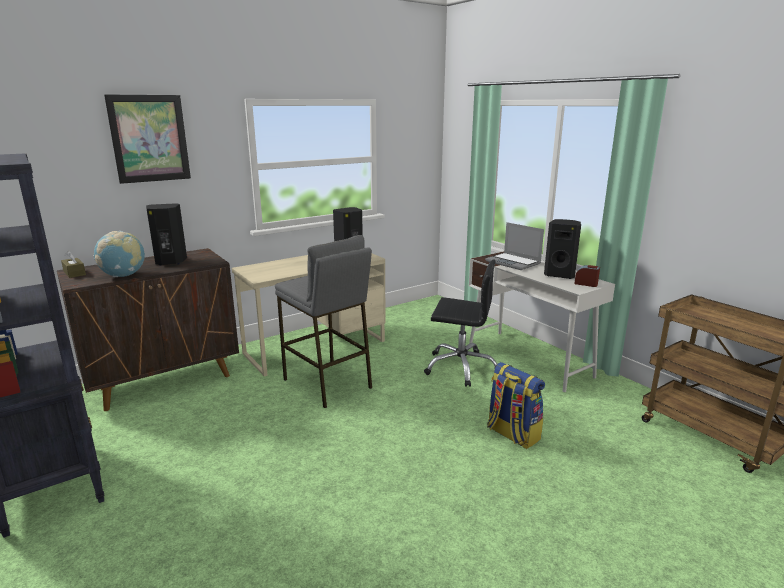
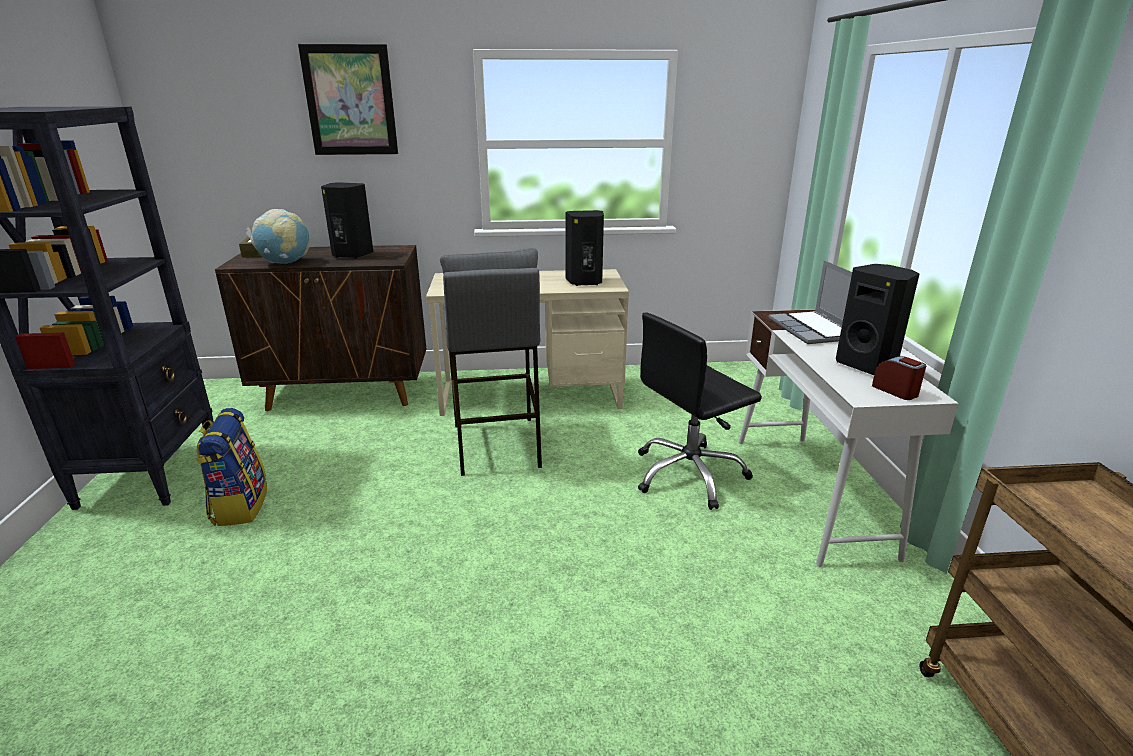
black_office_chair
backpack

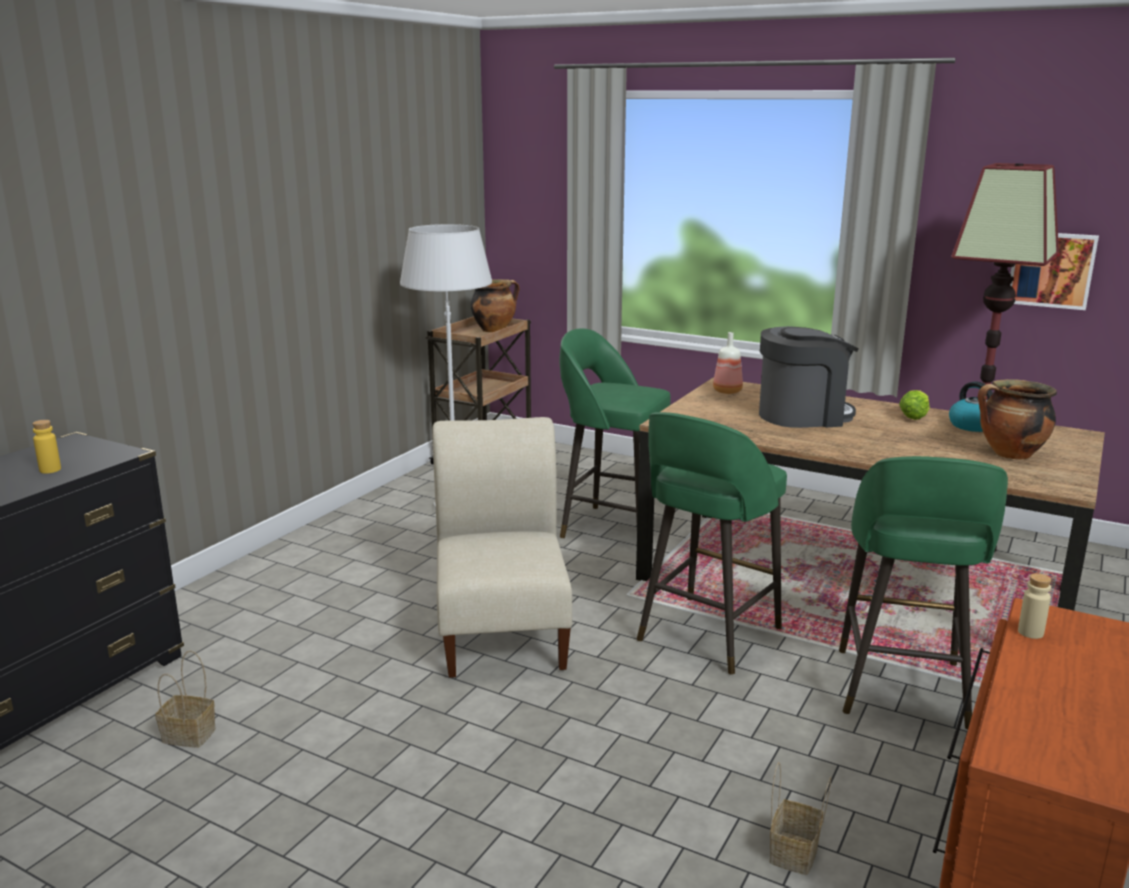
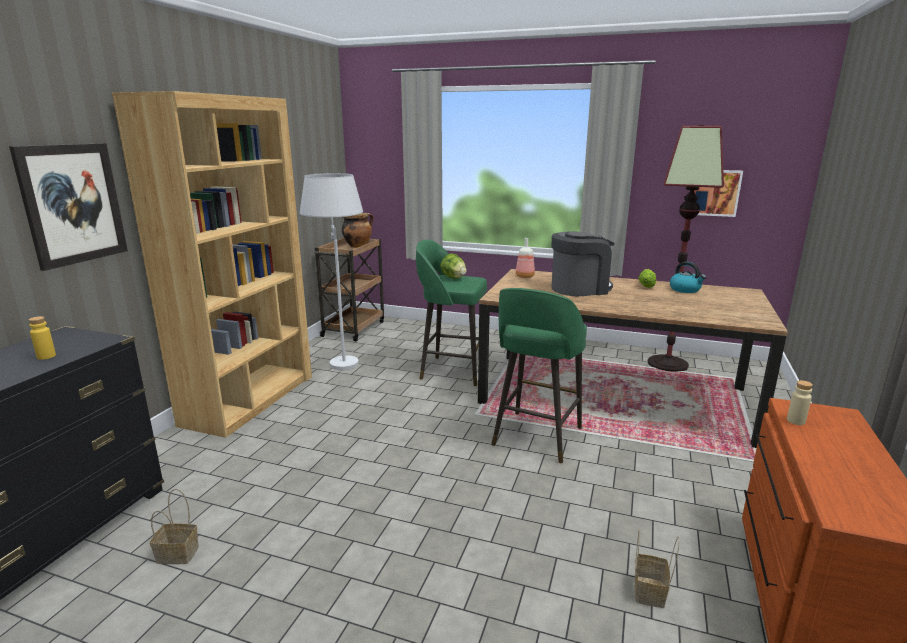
beige_chair
green_stool (no. 3 from left in the first image)
cooking_pot (no. 2 from left in the first image)
picture (no. 1 from left)
brown_bookcase
lettuce (no. 1 from left)

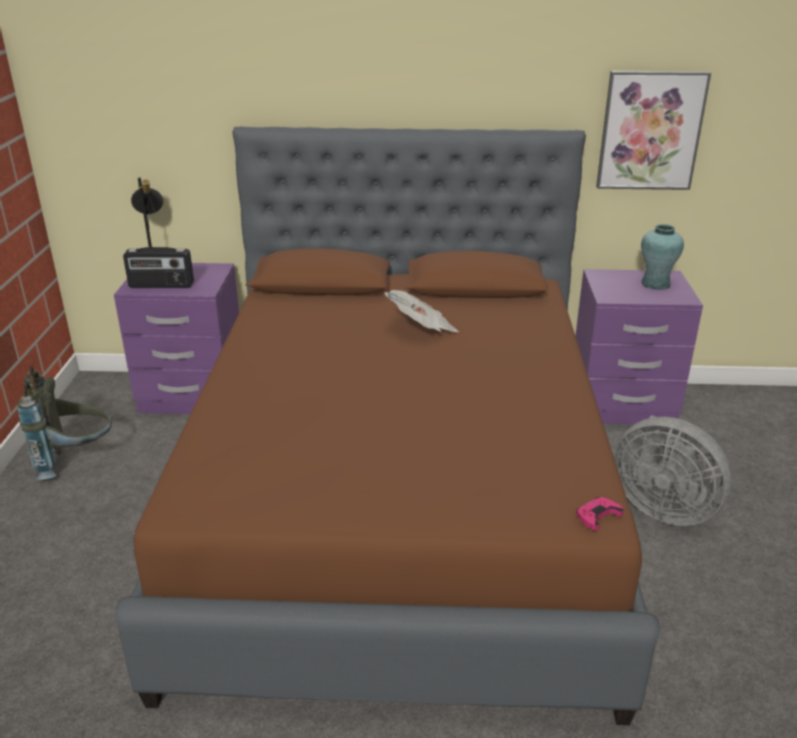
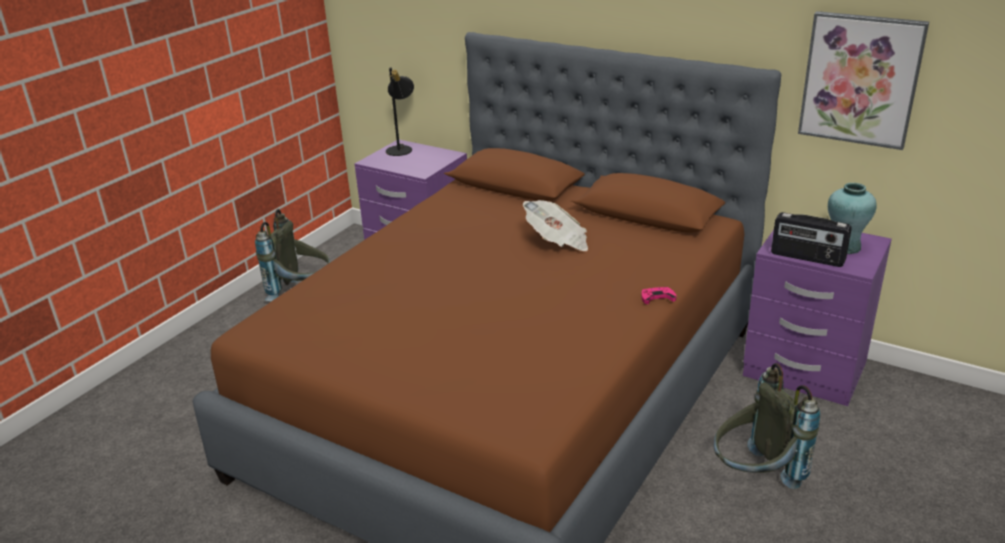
radio
pink_game_controller
grey_backpack (no. 2 from left)

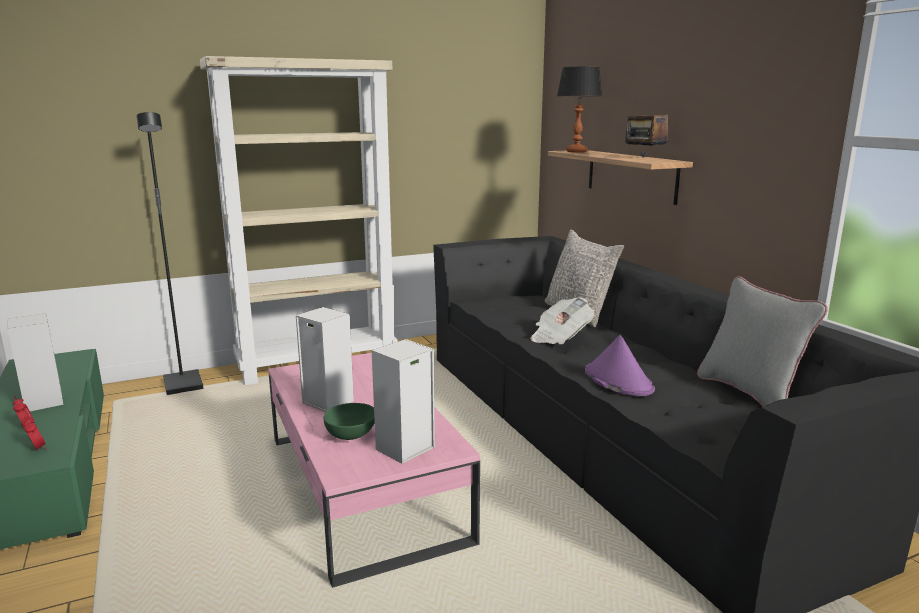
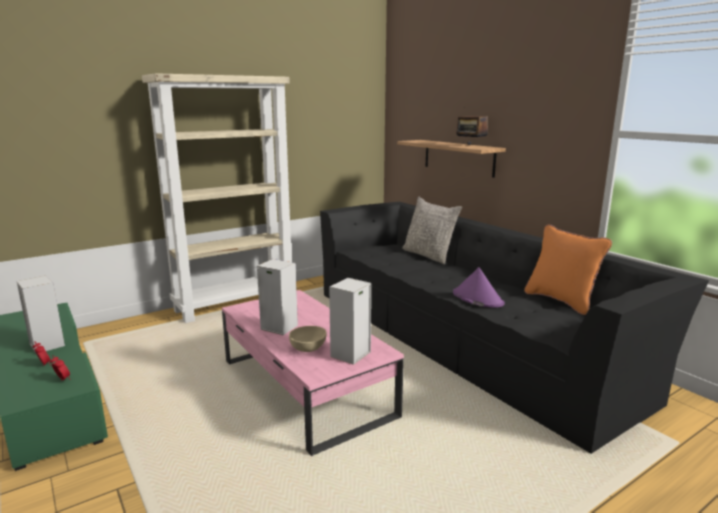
black_floor_lamp
beige_bowl
newspaper
table_lamp
orange_pillow

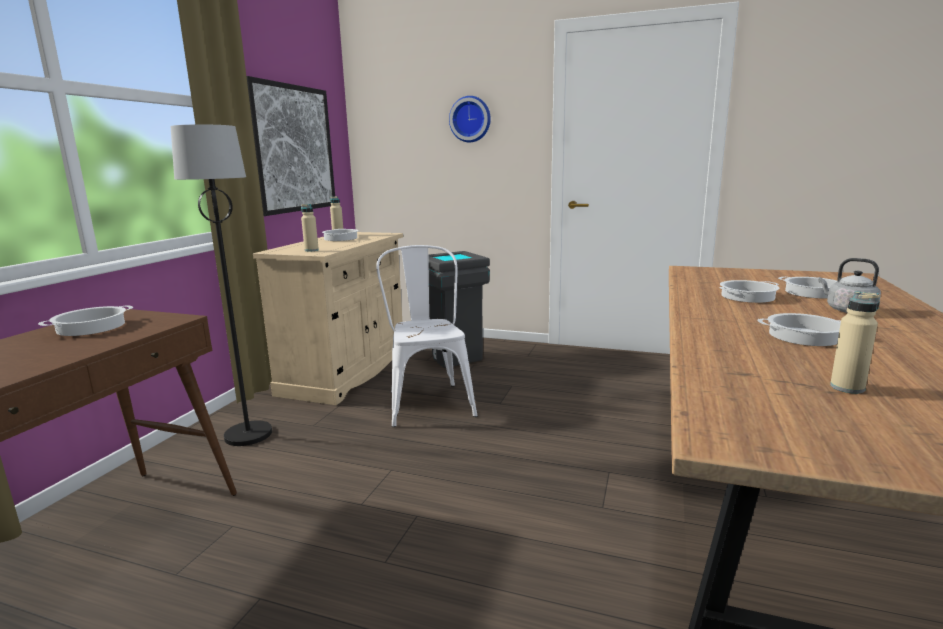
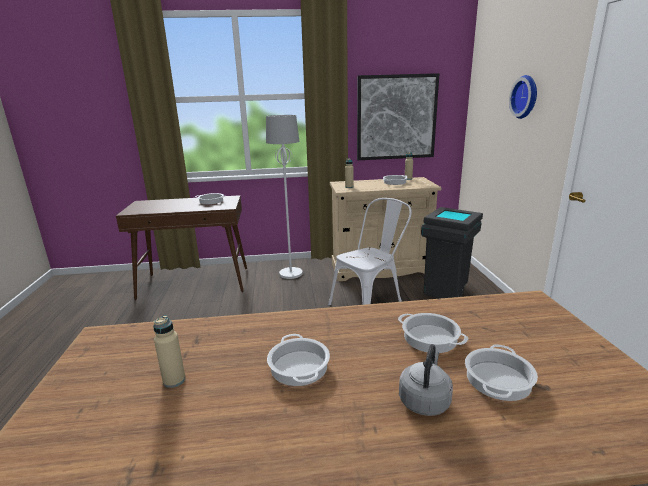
white_floor_lamp

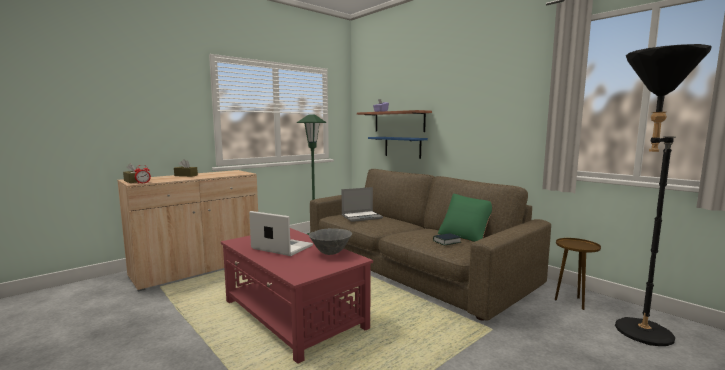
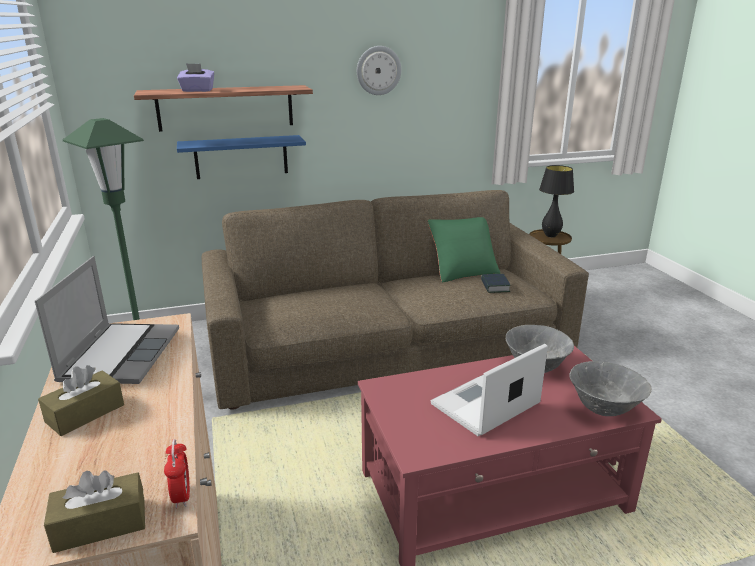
laptop (no. 1 from left)
black_floor_lamp
wall_clock
black_table_lamp
grey_bowl (no. 2 from left)

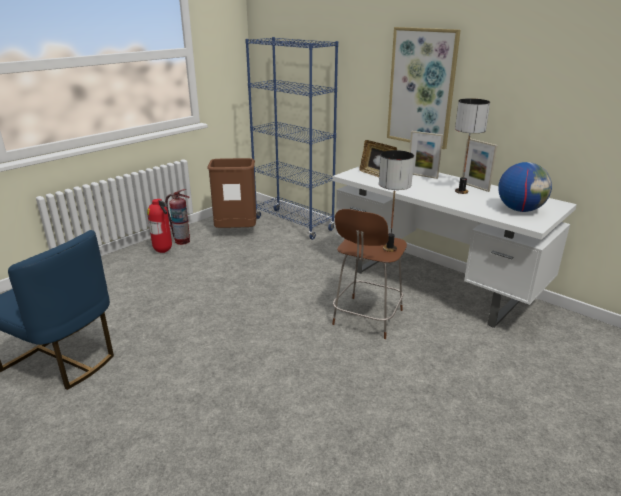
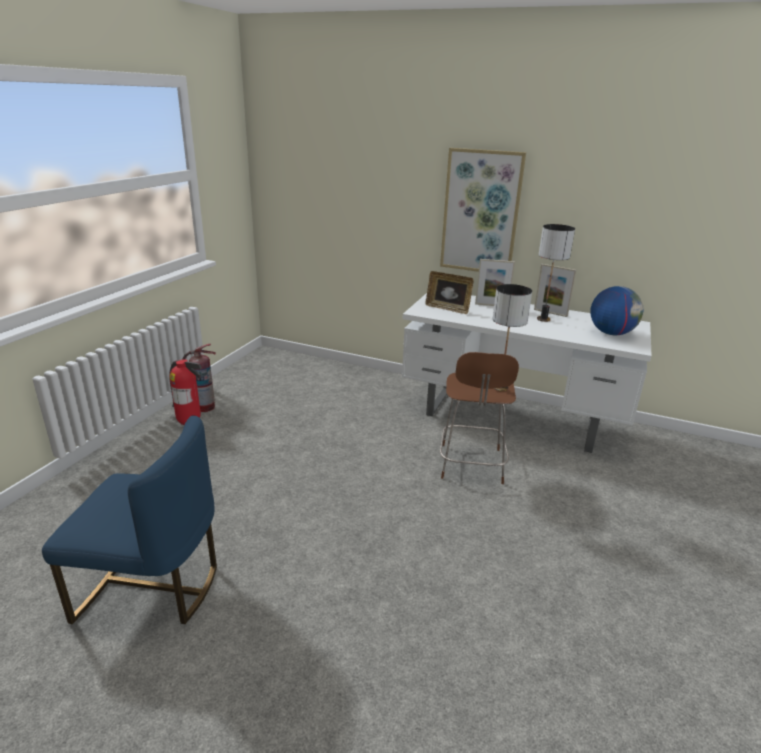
brown_trash_can
blue_bookcase

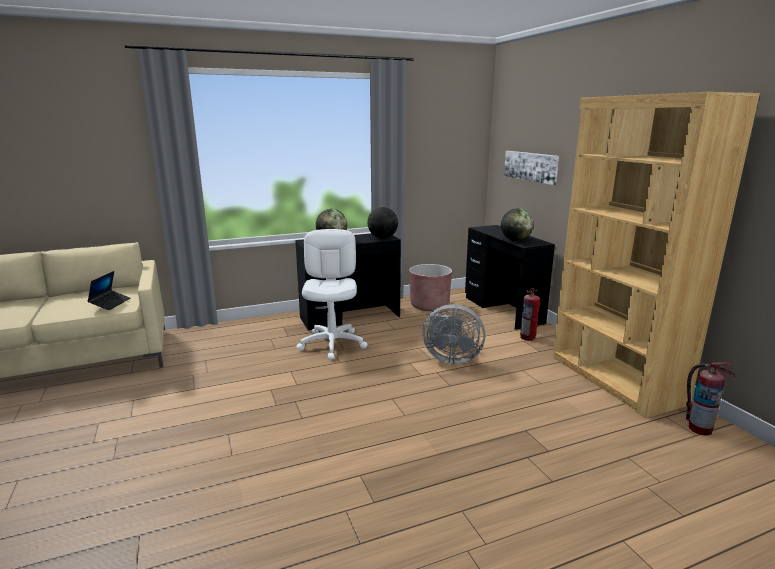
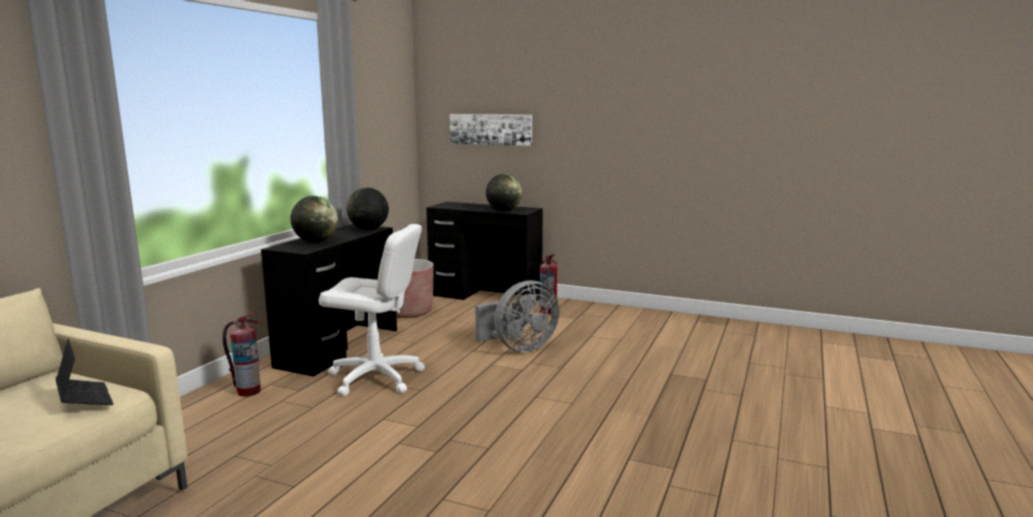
white_office_chair
brown_bookcase
fire_extinguisher (no. 1 from left)

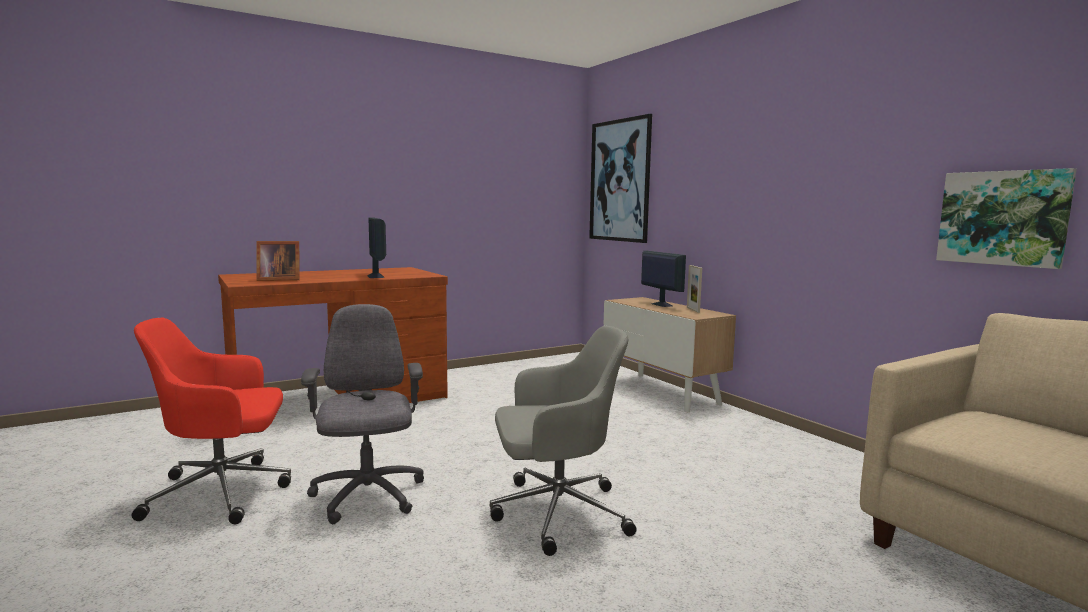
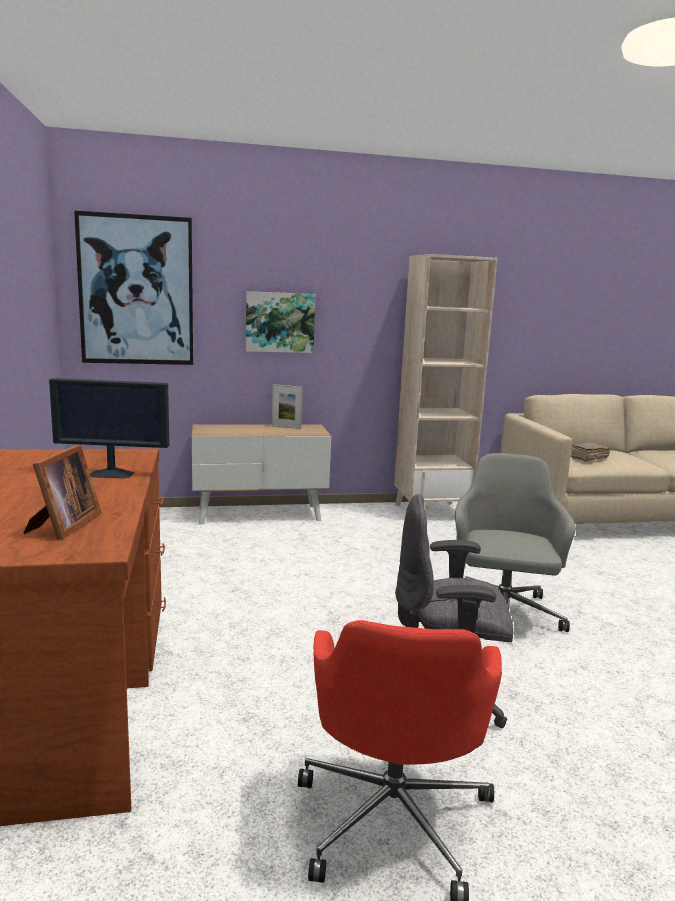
monitor (no. 2 from left in the first image)
picture (no. 2 from left)
beige_bookcase
brown_book

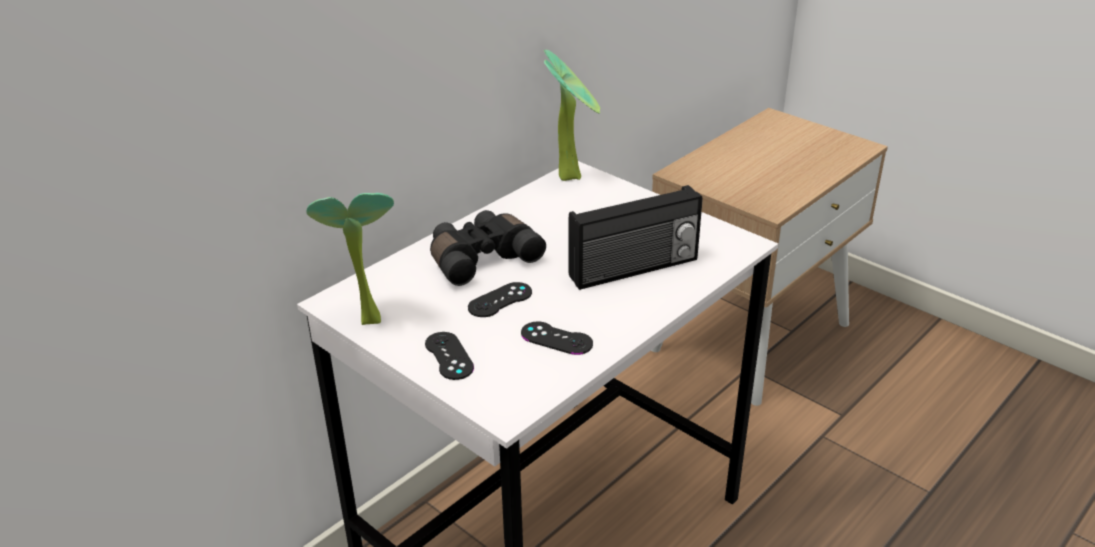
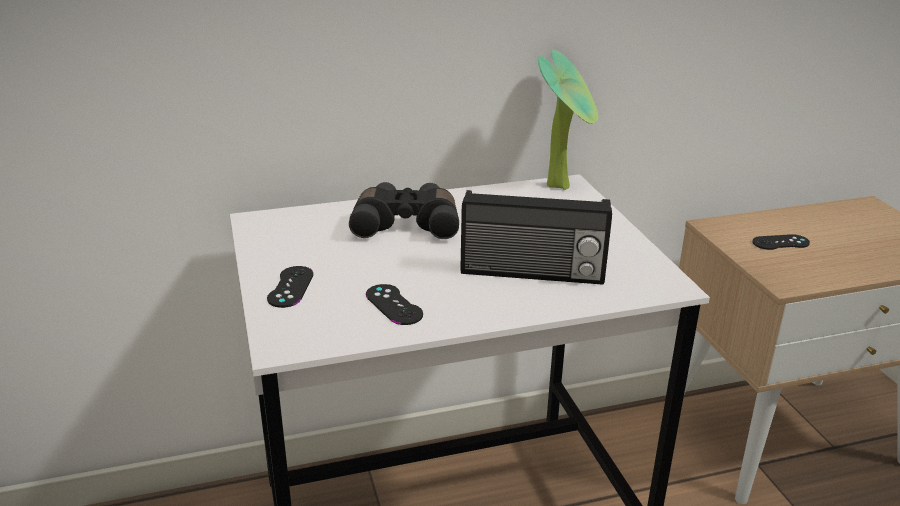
potted_plant (no. 1 from left in the first image)
black_game_controller (no. 3 from left)

